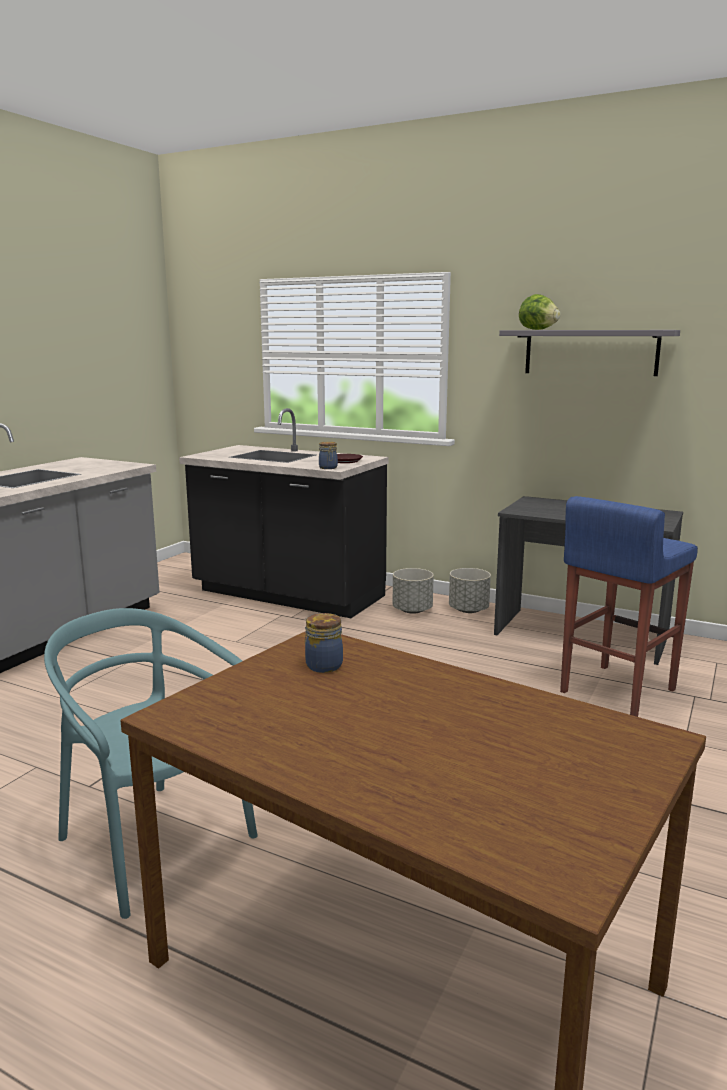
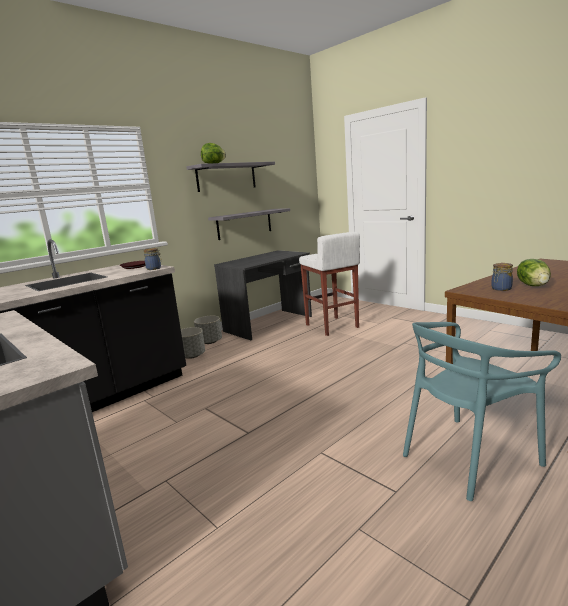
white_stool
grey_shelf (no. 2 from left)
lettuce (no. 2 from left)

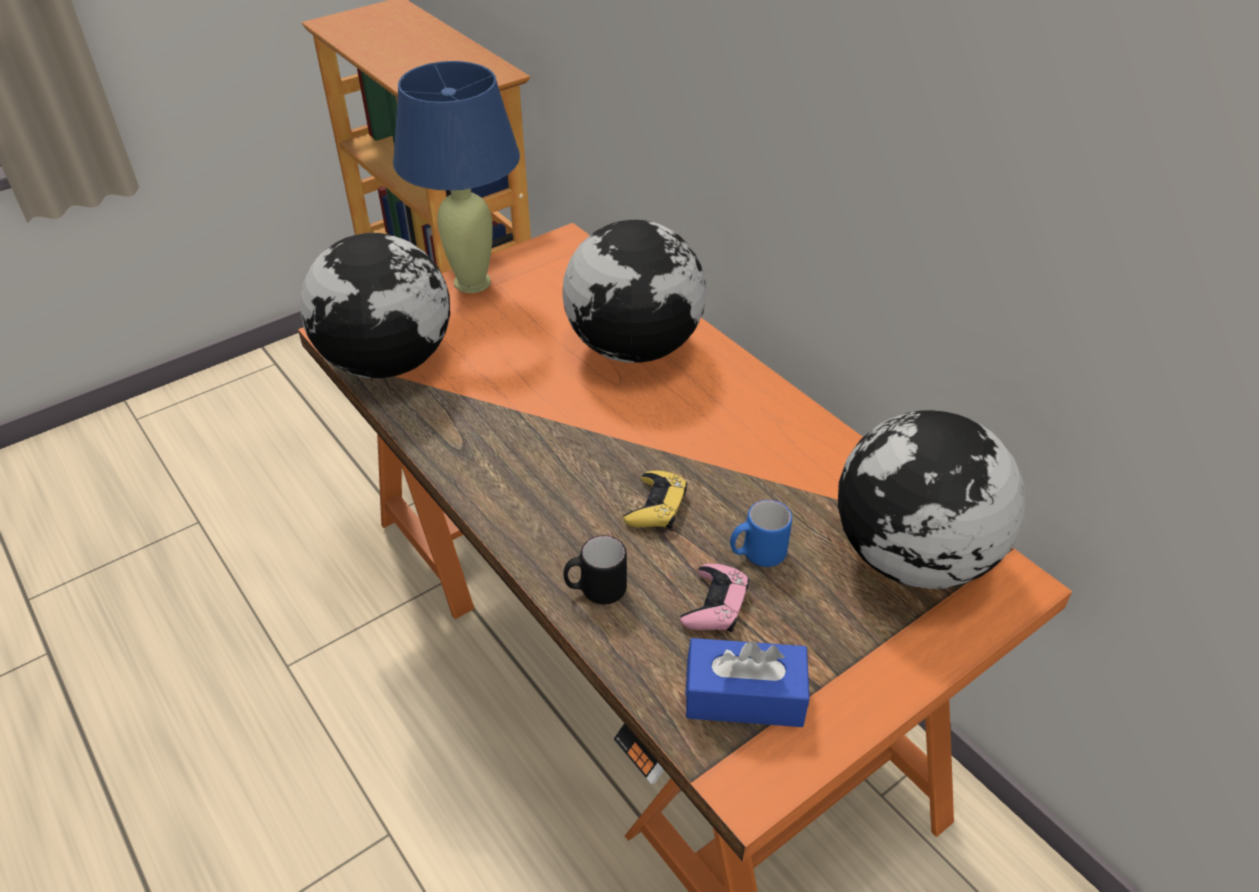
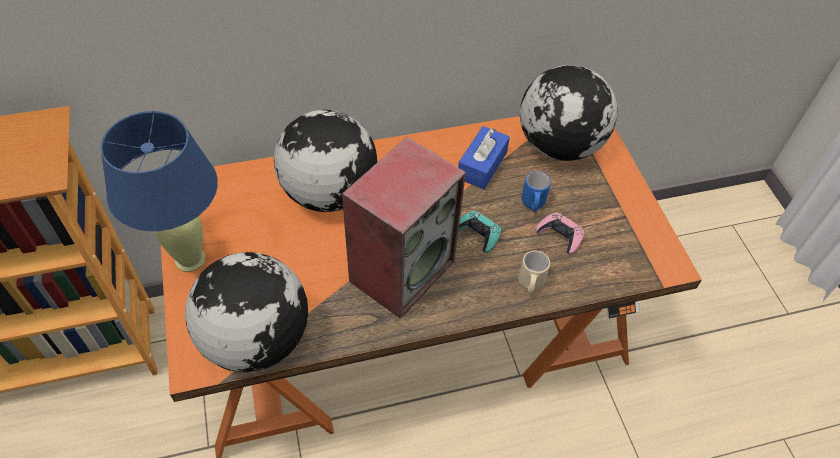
beige_mug
turquoise_game_controller
blue_tissue_box
speaker

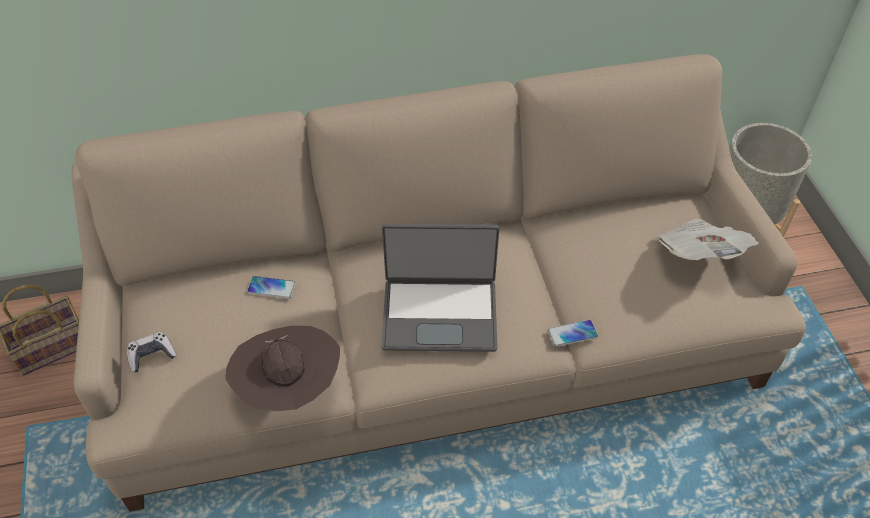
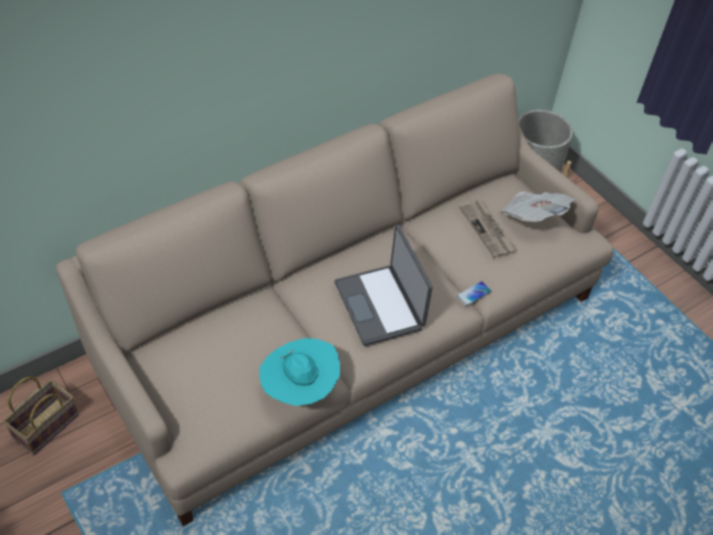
game_controller
turquoise_hat
phone (no. 1 from left in the first image)
laptop
newspaper (no. 1 from left)

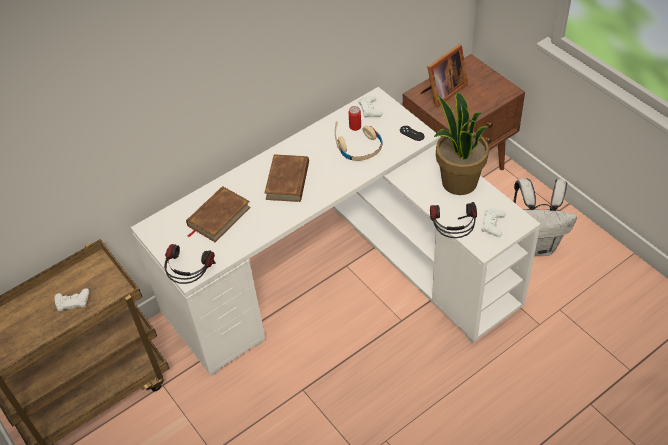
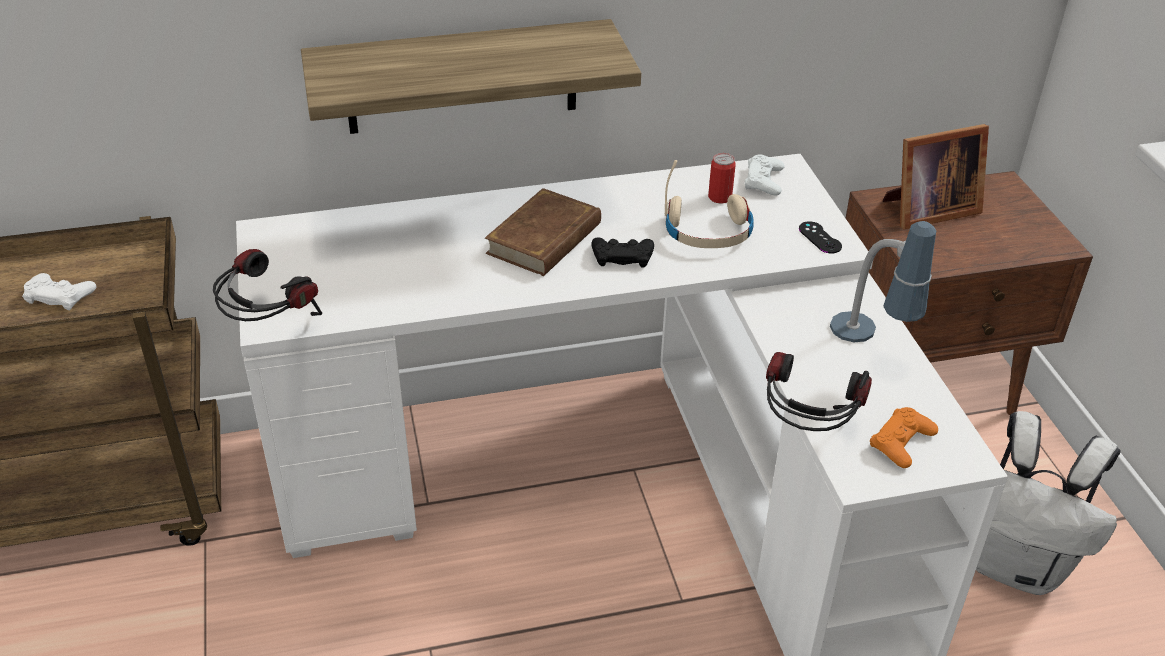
brown_book (no. 1 from left in the first image)
table_lamp
orange_game_controller
shelf
black_game_controller (no. 1 from left)

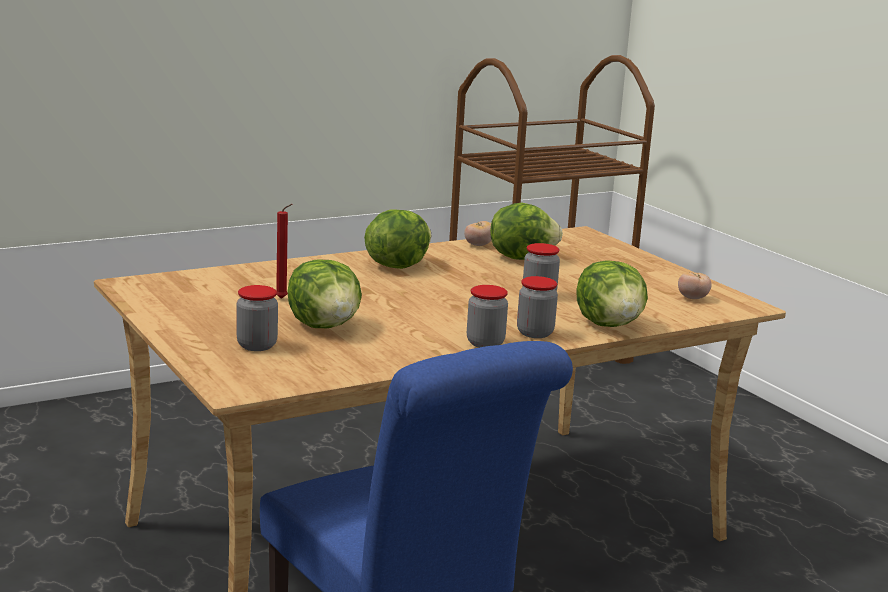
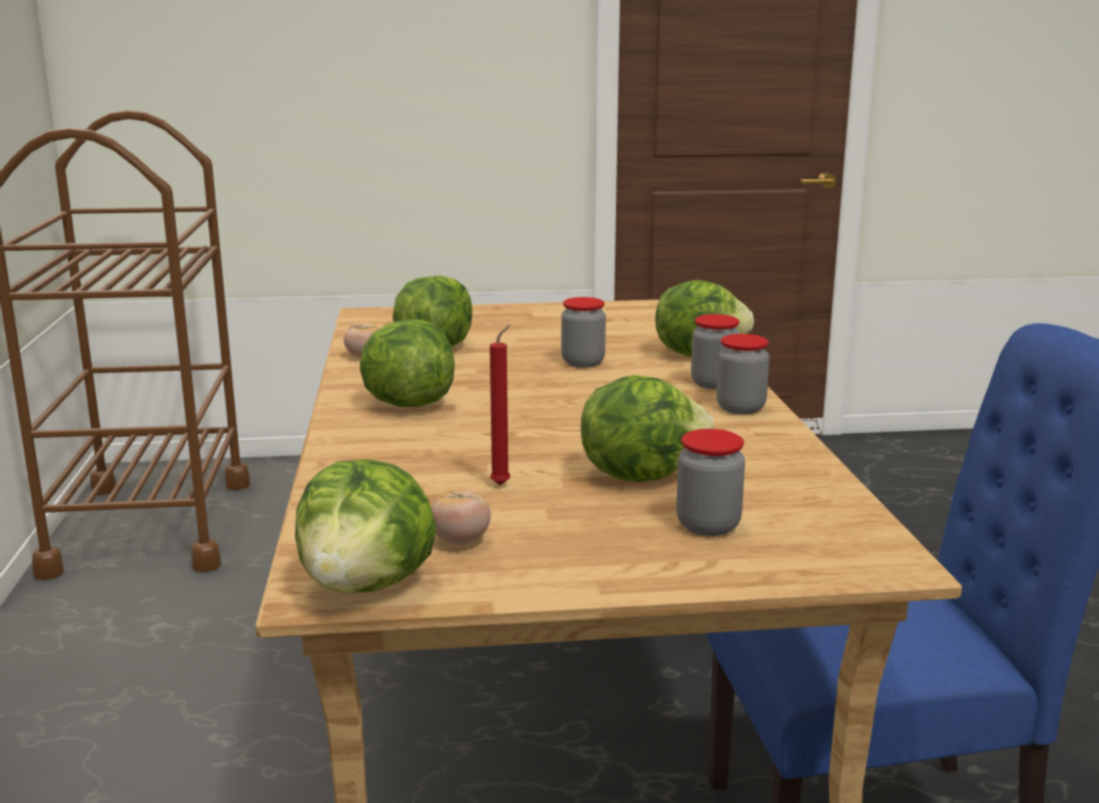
tomato (no. 2 from left)
lettuce (no. 1 from left)

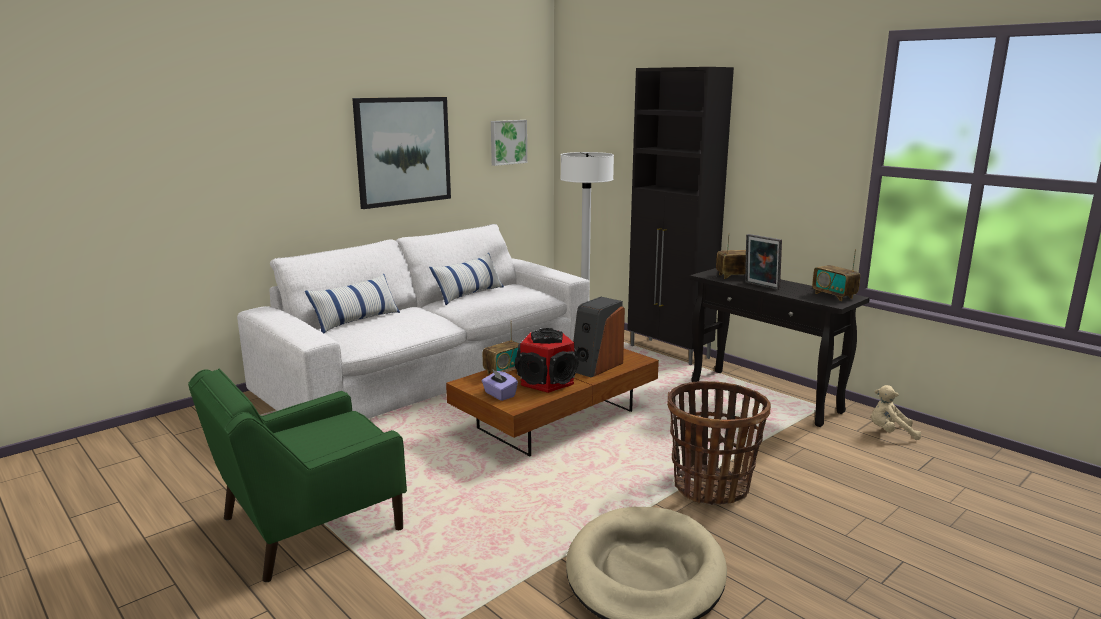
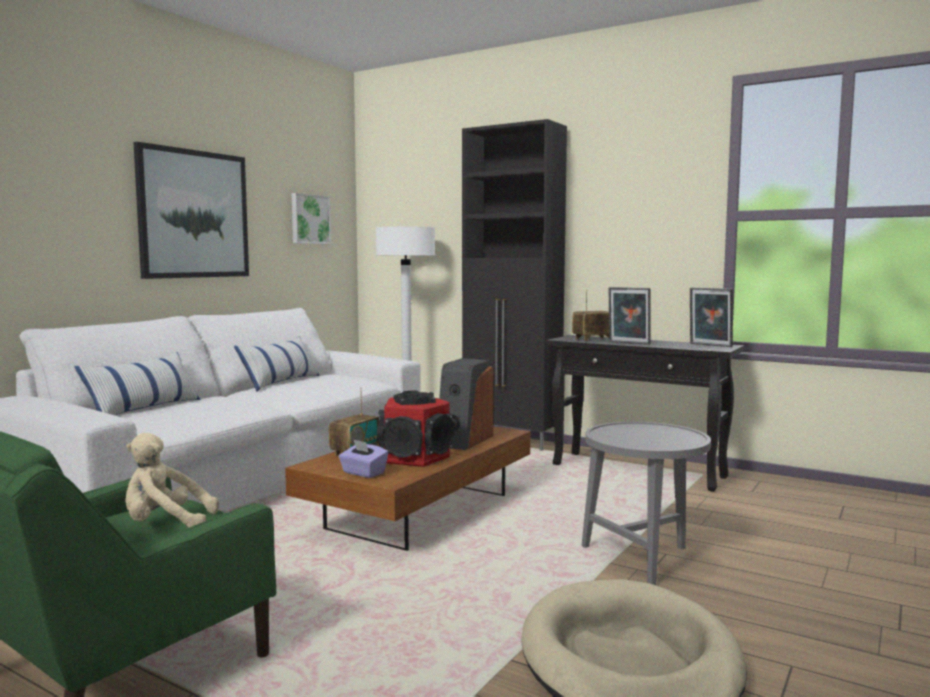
grey_side_table
picture_frame (no. 2 from left)
beige_plush_toy

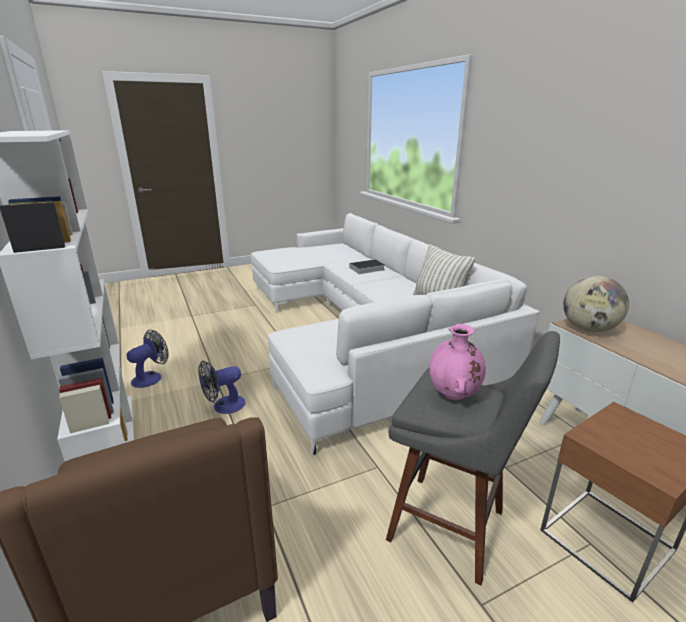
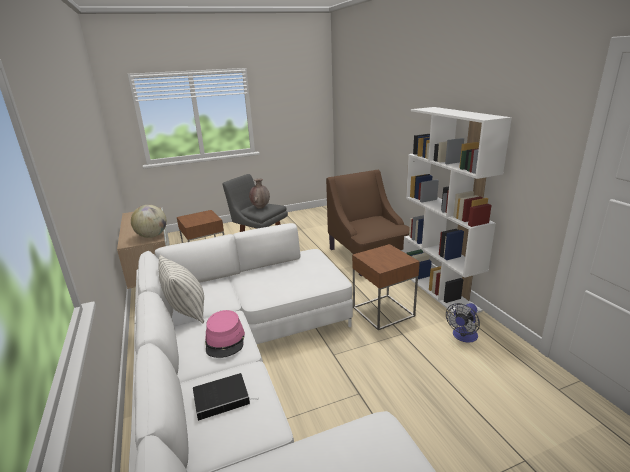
brown_side_table (no. 2 from left)
brown_vase
pink_hat

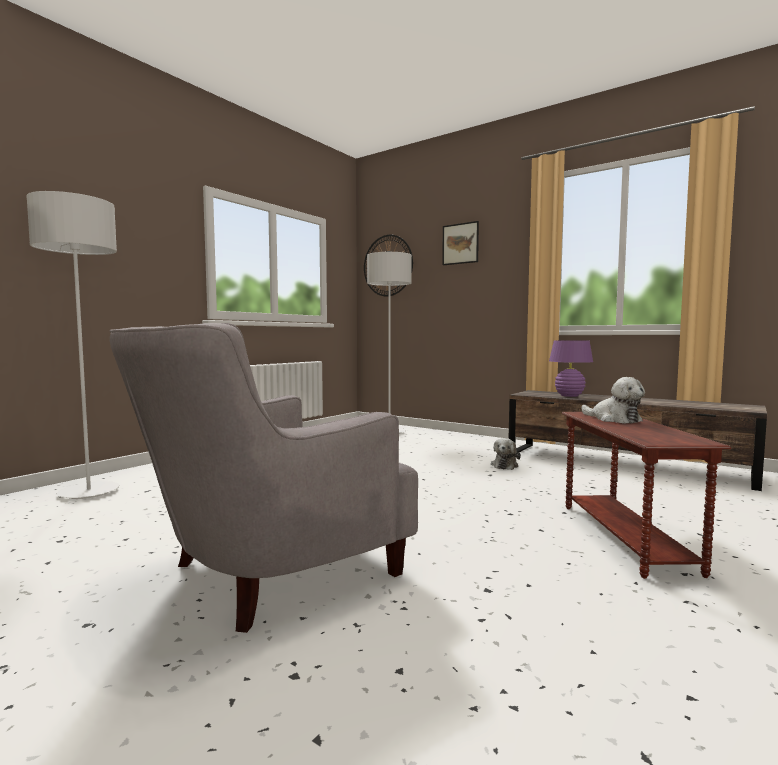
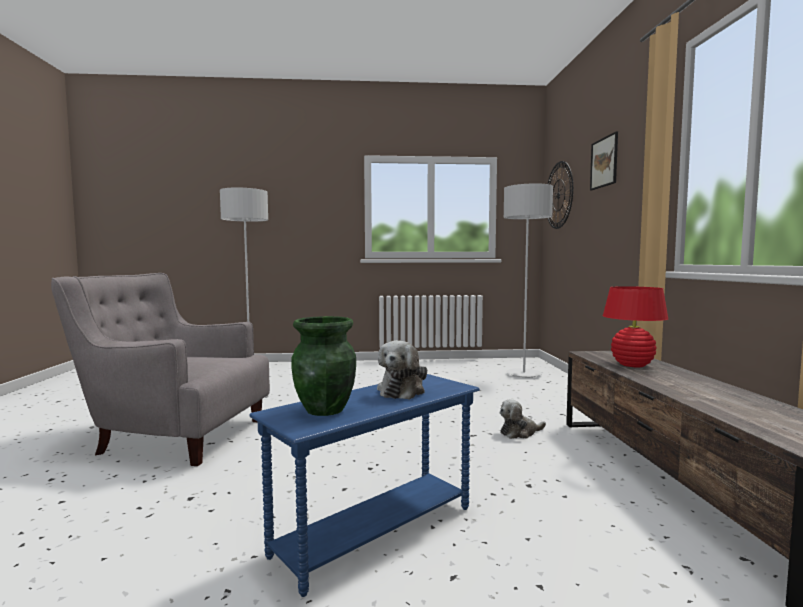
red_table_lamp
blue_side_table
green_vase

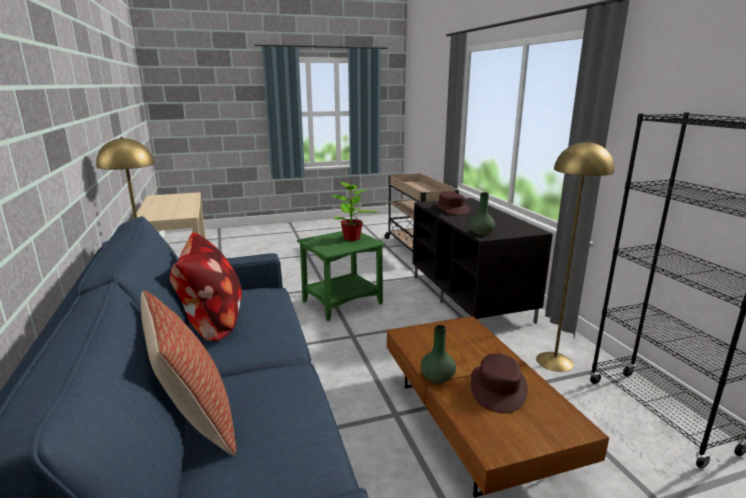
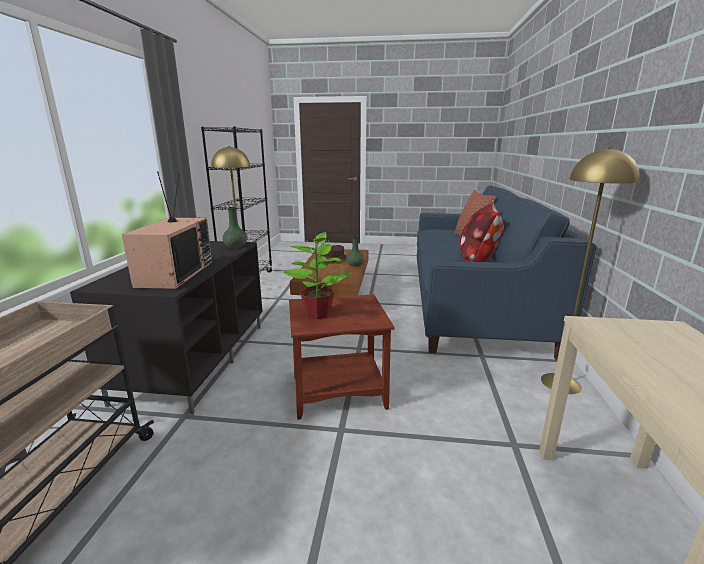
brown_side_table
television

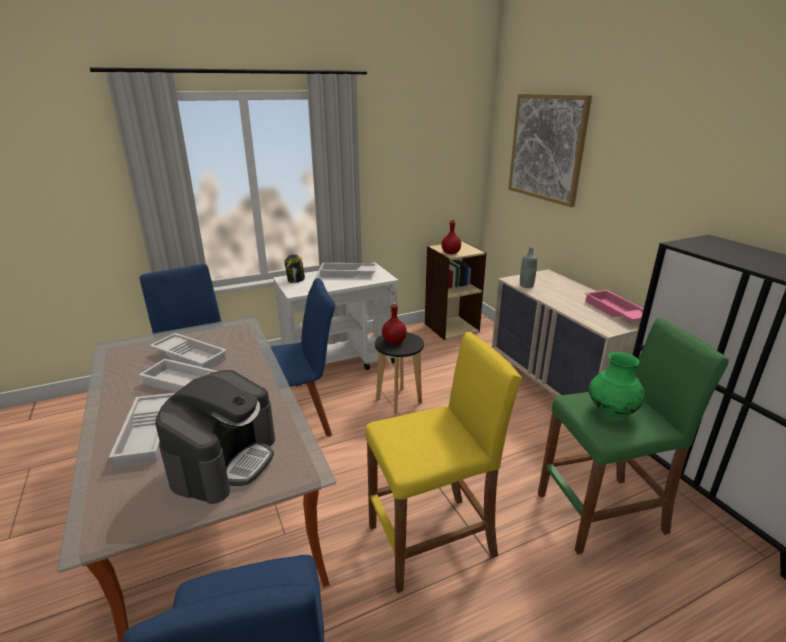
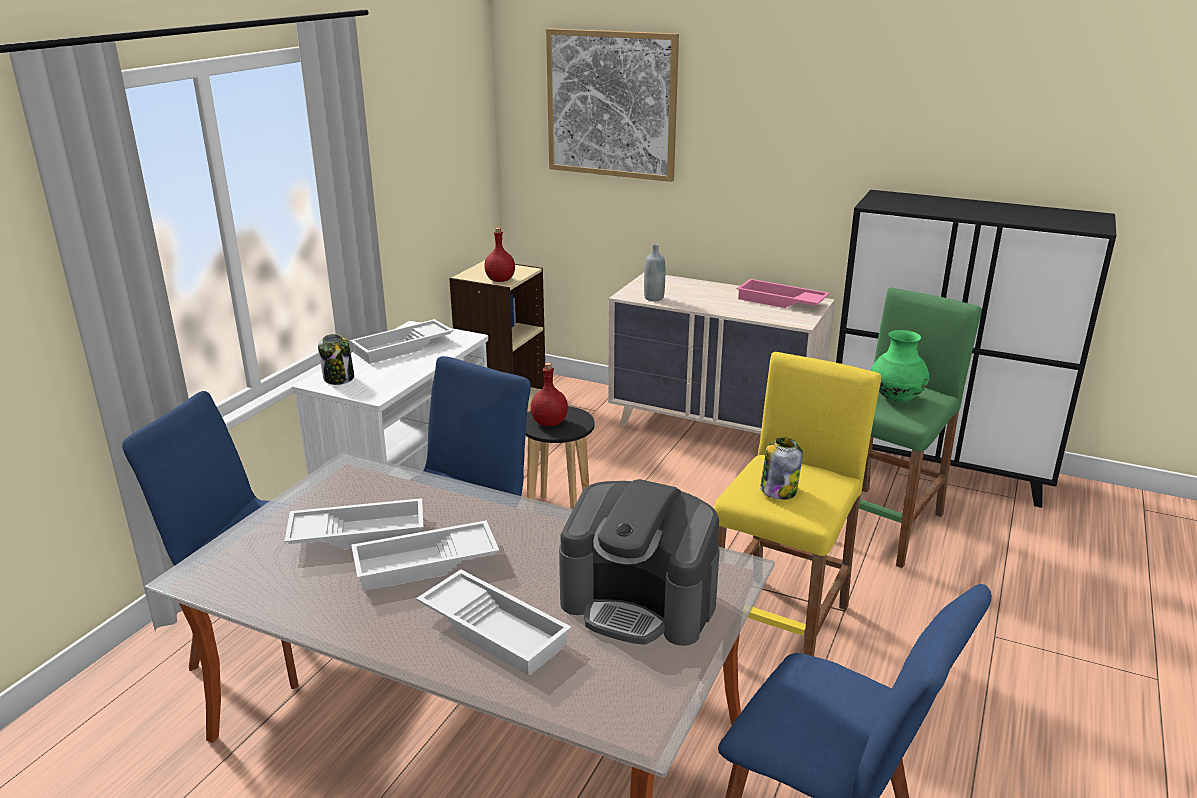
coffee_machine
jar (no. 2 from left)

